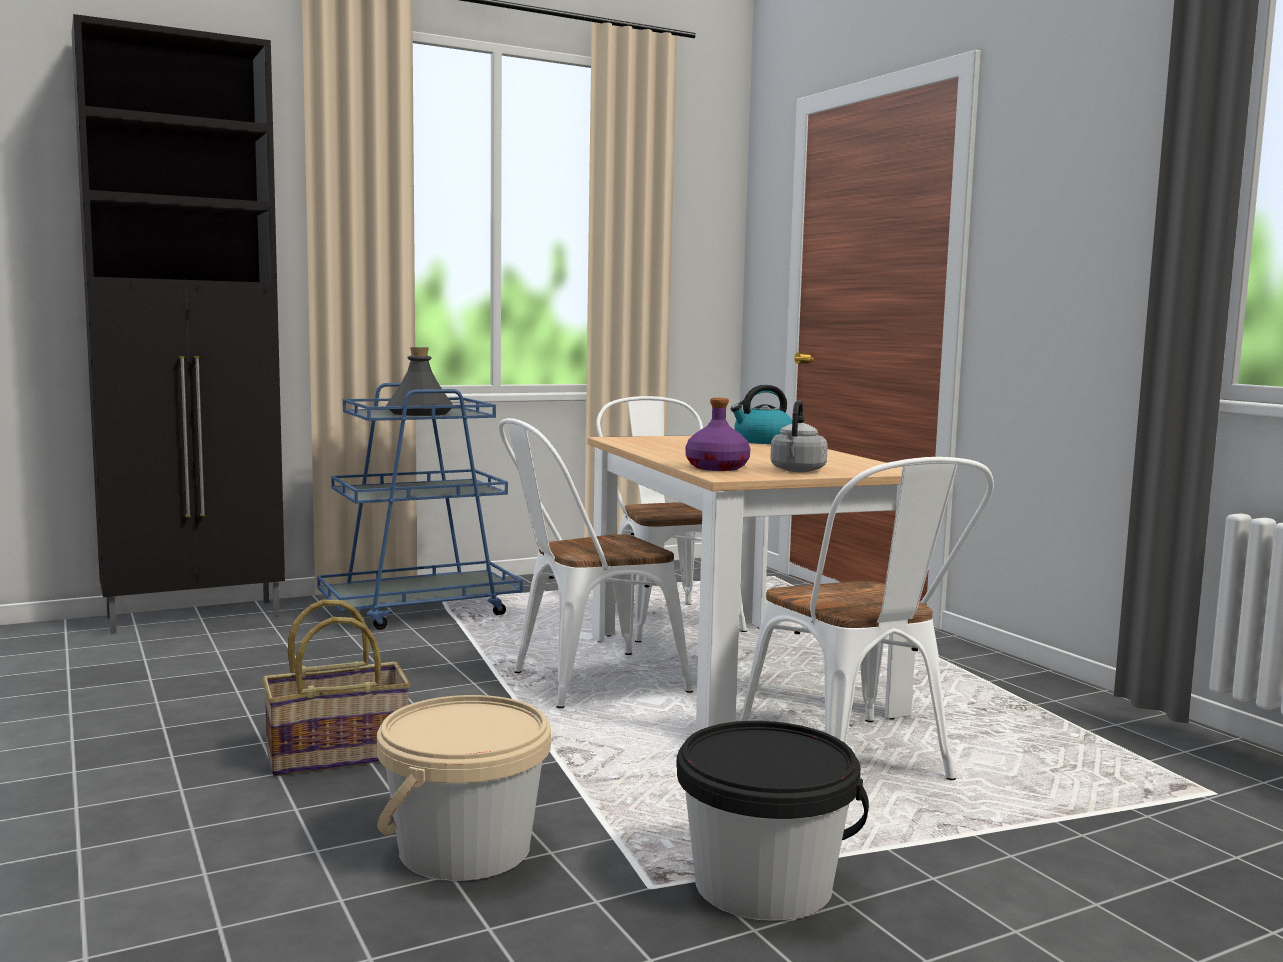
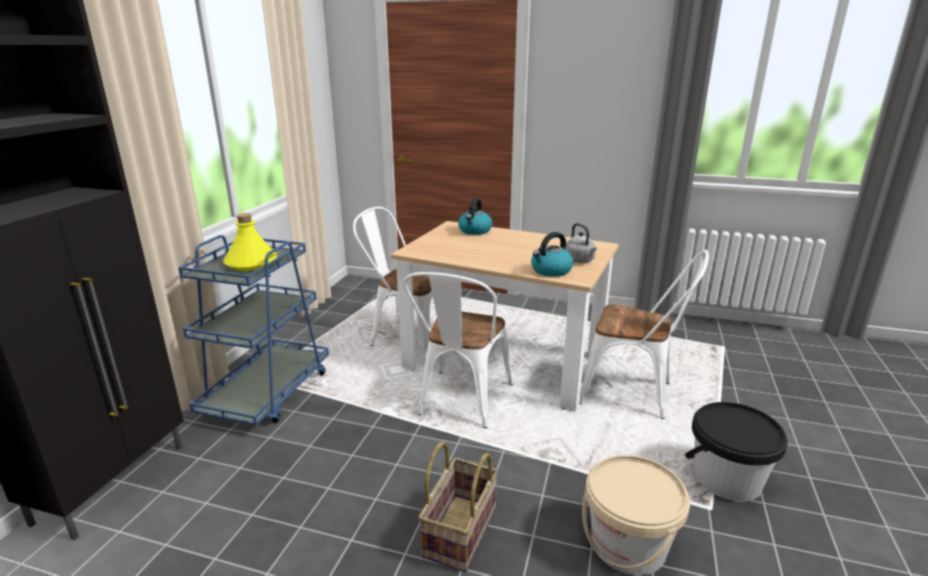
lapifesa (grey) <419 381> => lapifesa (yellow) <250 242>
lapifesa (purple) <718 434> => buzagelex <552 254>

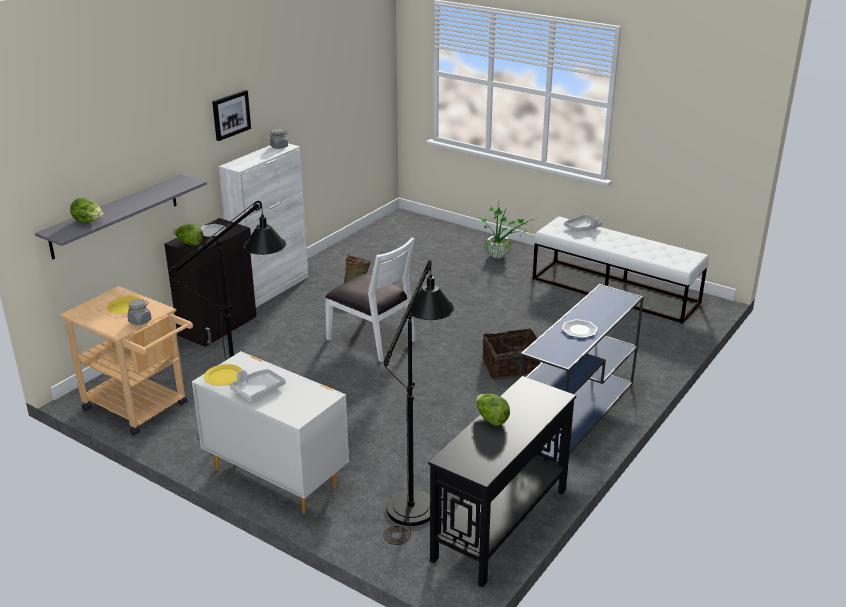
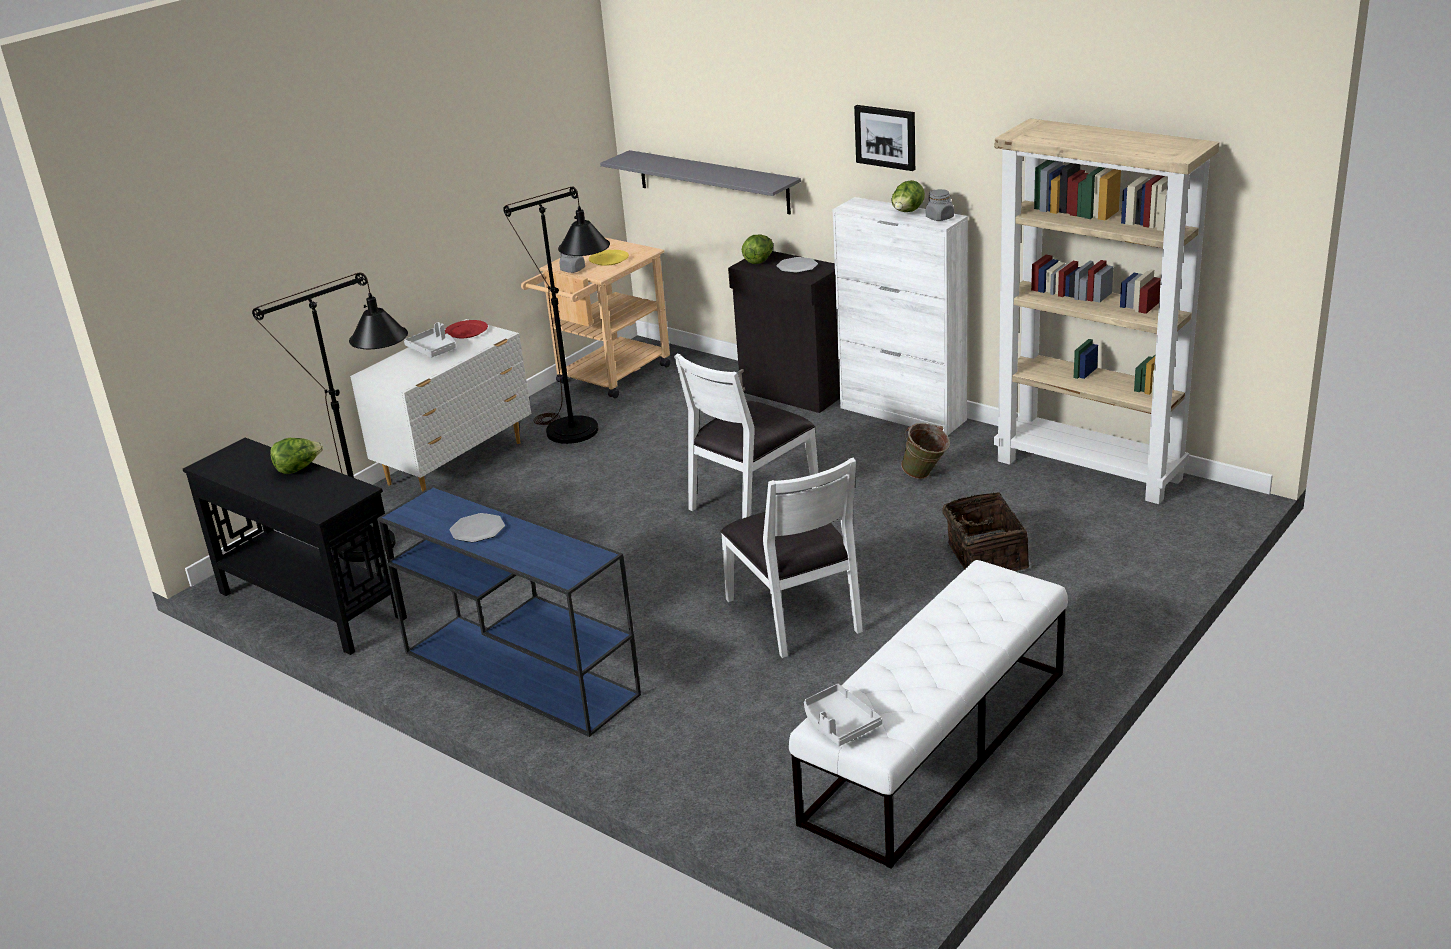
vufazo <87 210> => vufazo <908 196>, move
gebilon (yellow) <223 375> => gebilon (red) <466 329>
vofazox <509 229> => nothing
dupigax <511 353> => dupigax <985 531>, move
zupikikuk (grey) <583 223> => zupikikuk (grey) <843 715>, move
nothing => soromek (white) <792 558>
nothing => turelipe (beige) <1106 311>

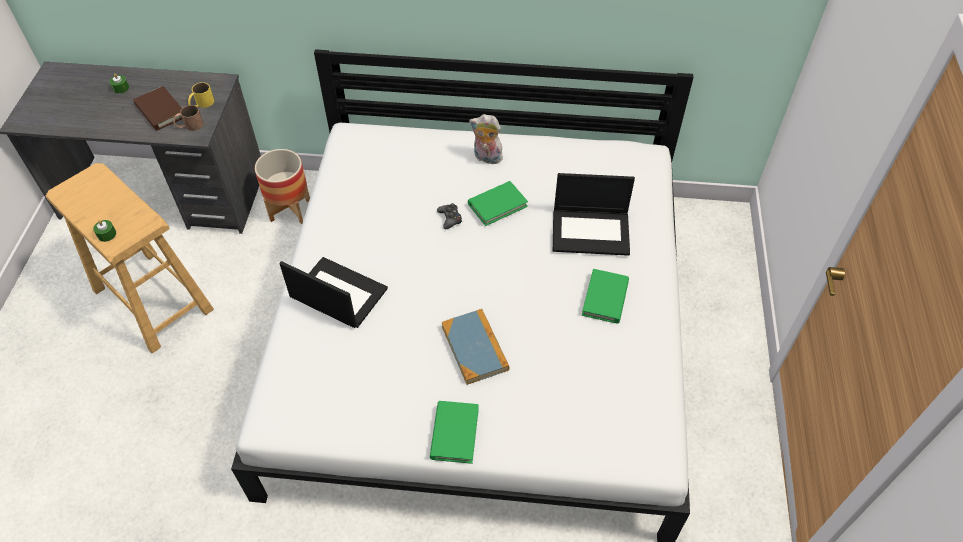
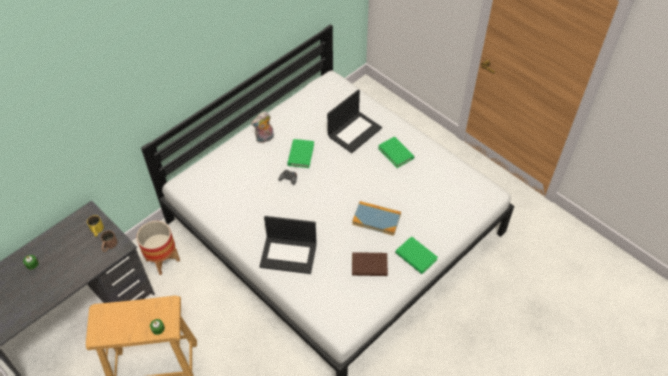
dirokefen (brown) <157 108> => dirokefen (brown) <370 264>, move
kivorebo <333 292> => kivorebo <288 245>, 150 degrees counterclockwise

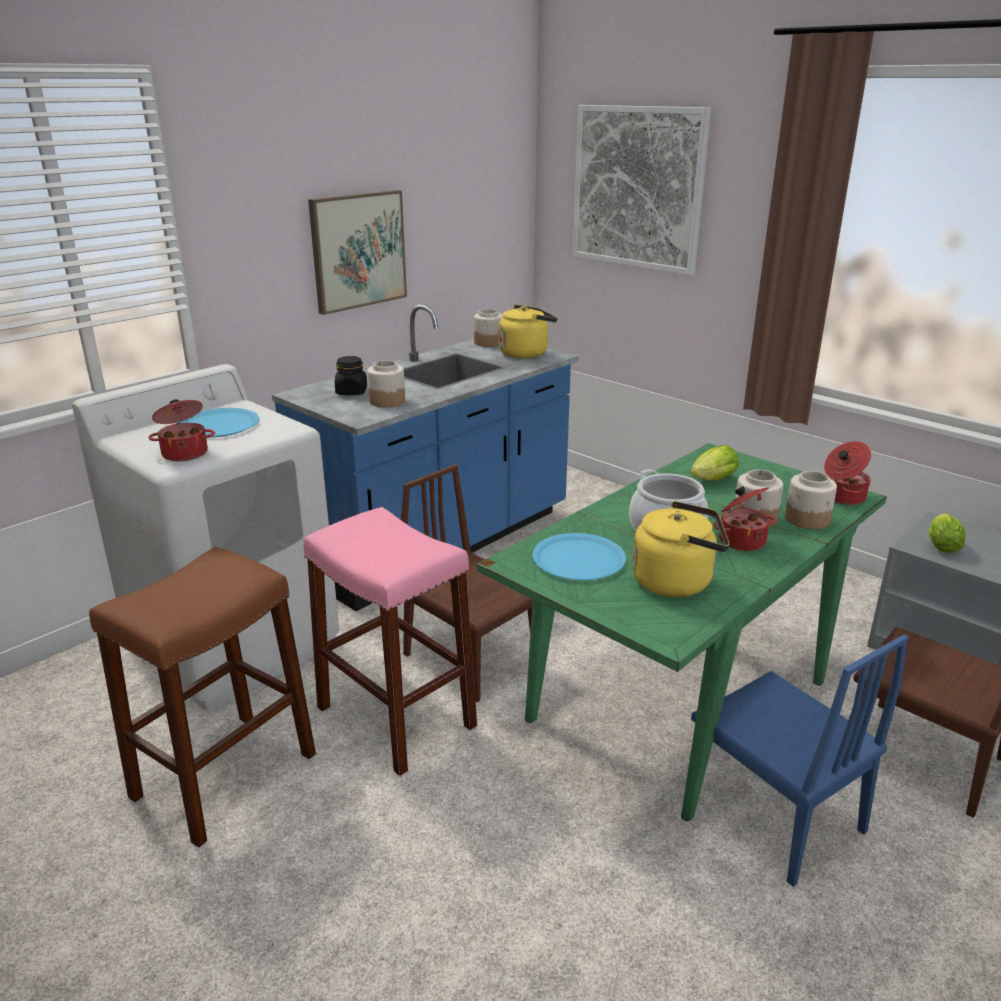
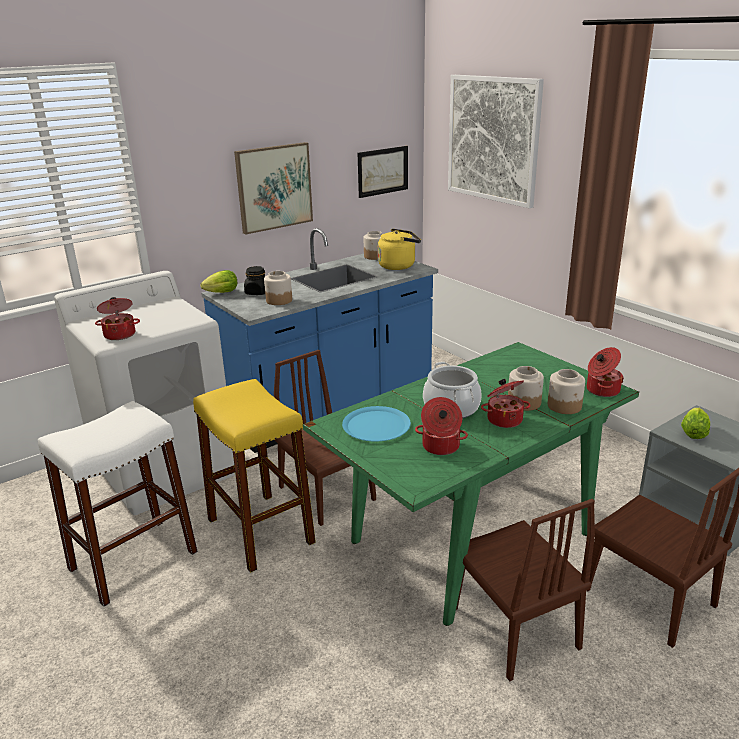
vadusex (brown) <202 697> => vadusex (white) <118 504>
gebilon (blue) <219 423> => nothing
vadusex (pink) <390 641> => vadusex (yellow) <254 476>
buzagelex (yellow) <680 549> => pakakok <441 426>
vufazo <715 462> => vufazo <219 281>, move
soromek (blue) <800 760> => soromek (brown) <525 590>
nothing => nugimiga <383 172>

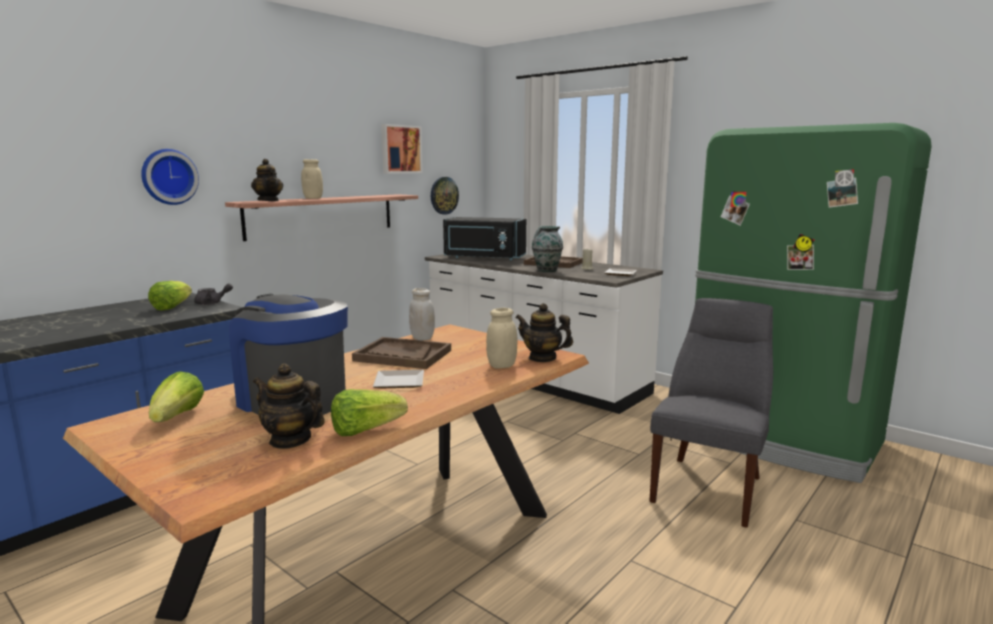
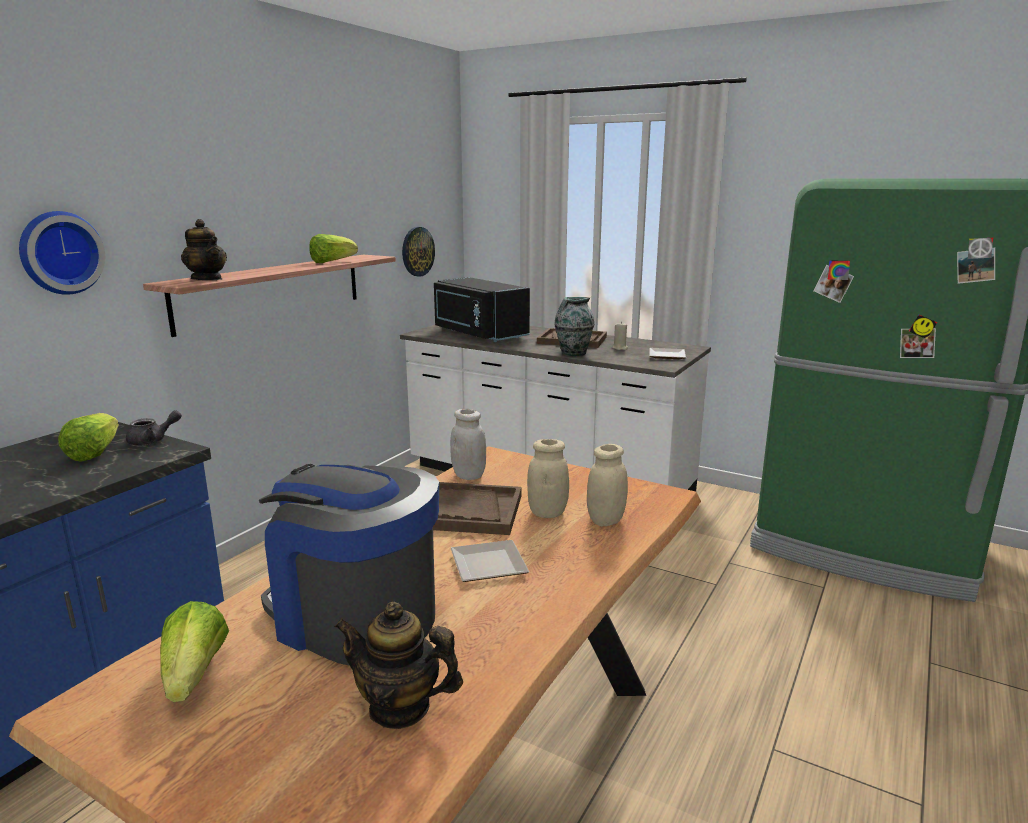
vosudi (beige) <312 179> => vosudi (beige) <548 478>, move
vufazo <369 412> => vufazo <333 248>, move
nugimiga <402 149> => nothing
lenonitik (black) <484 239> => lenonitik (black) <482 309>, 45 degrees clockwise
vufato <544 332> => nothing
soromek (grey) <711 413> => nothing

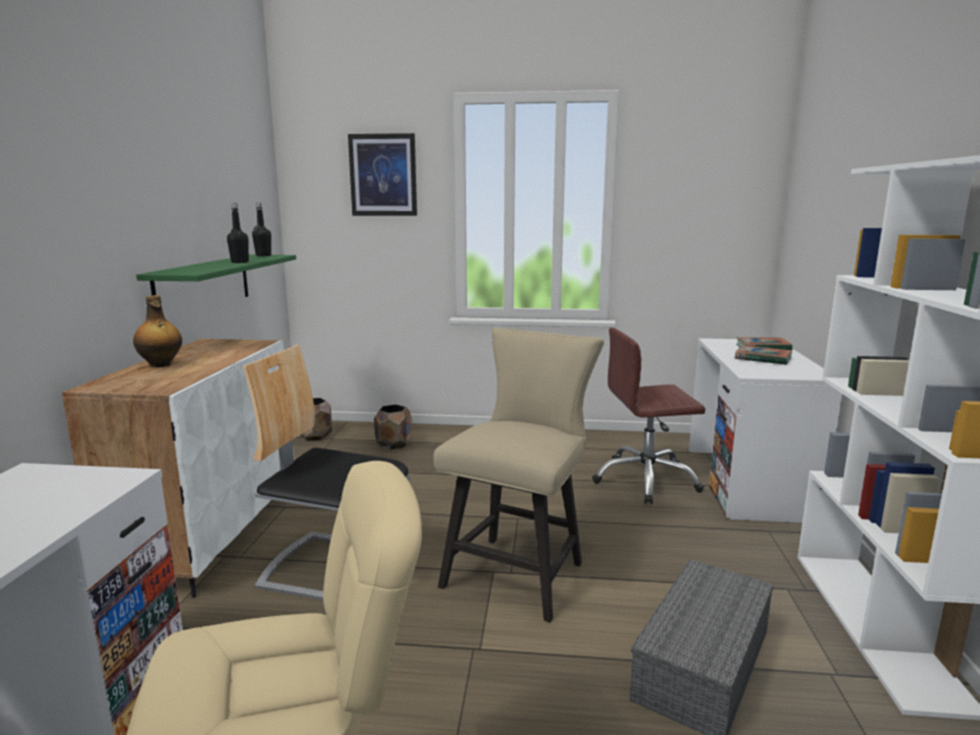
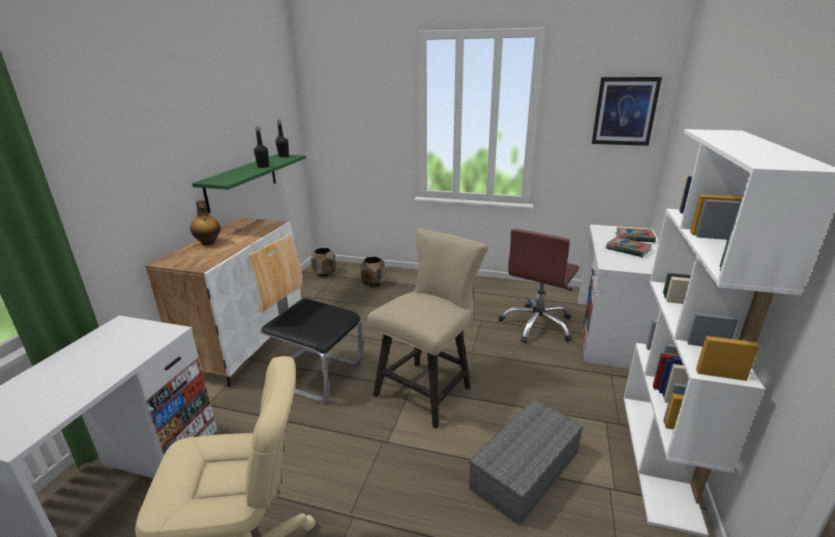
nugimiga <382 174> => nugimiga <627 111>, move
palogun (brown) <648 416> => palogun (brown) <538 286>, 60 degrees counterclockwise

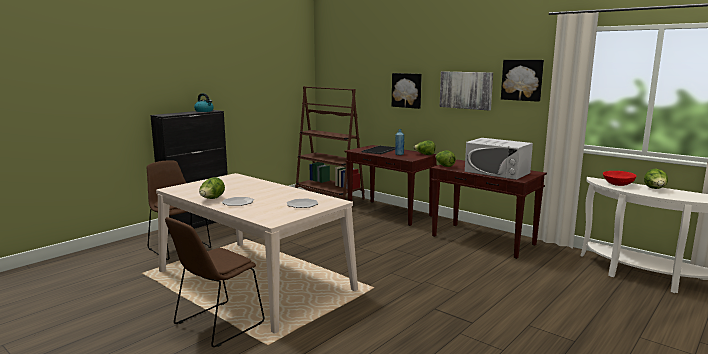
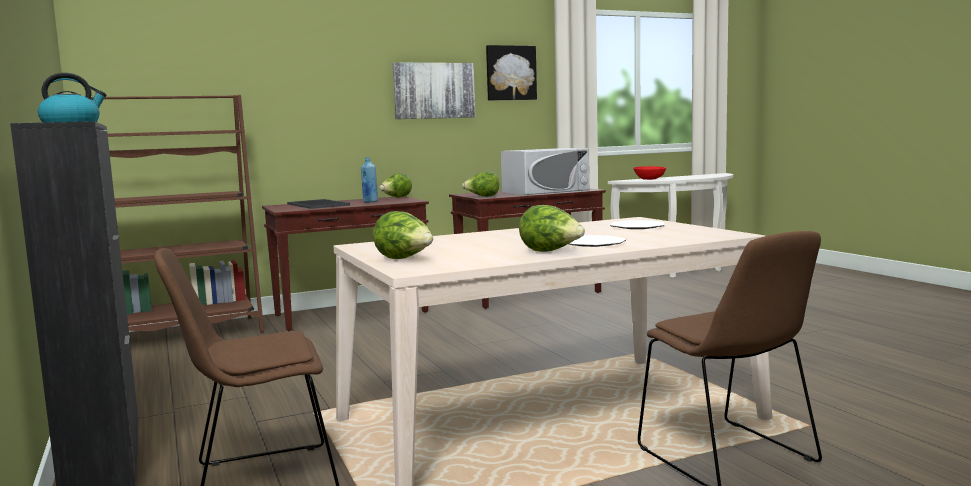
nugimiga <407 91> => nothing
vufazo <656 179> => vufazo <403 235>, move

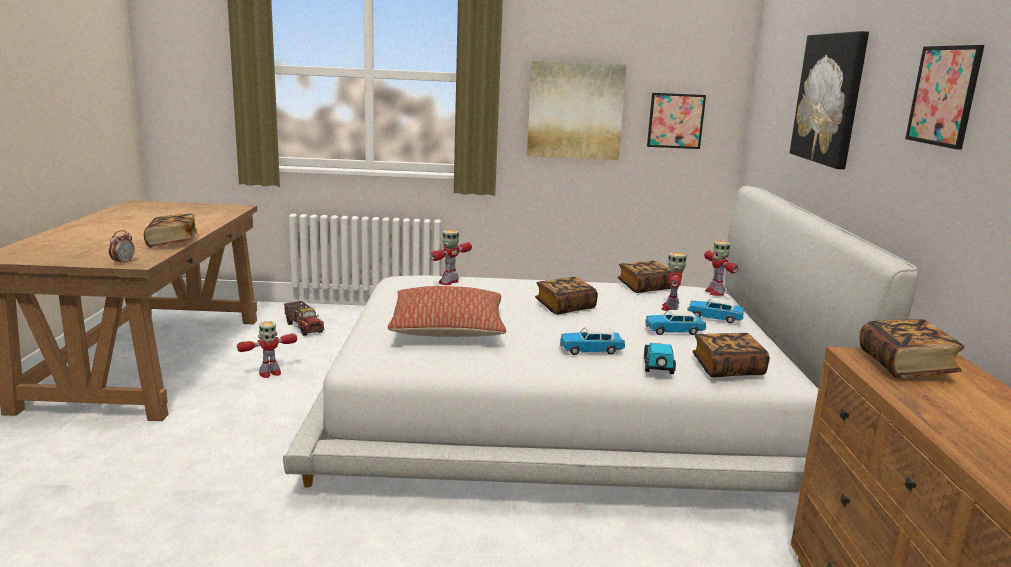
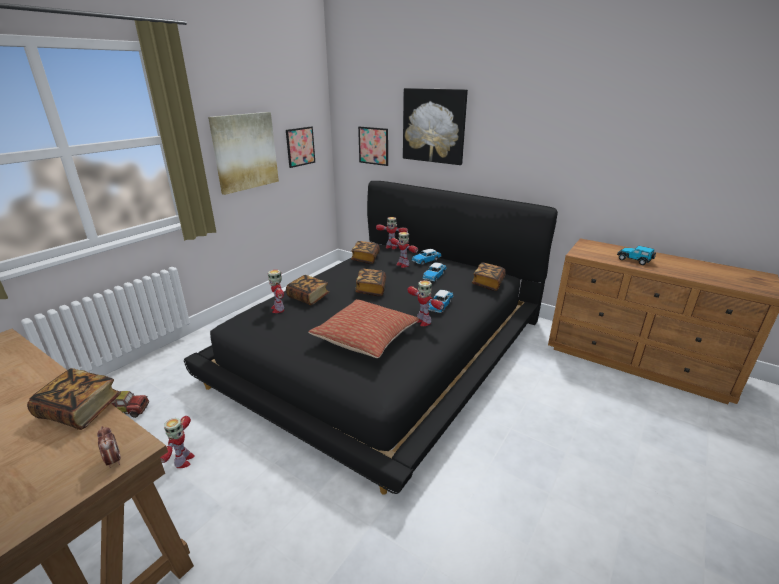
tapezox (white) <600 339> => tapezox (black) <371 338>
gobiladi <660 358> => gobiladi <636 255>, move
dirokefen <911 348> => dirokefen <307 290>, move
nugimiga <944 97> => nugimiga <373 146>, move
nothing => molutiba <425 303>

